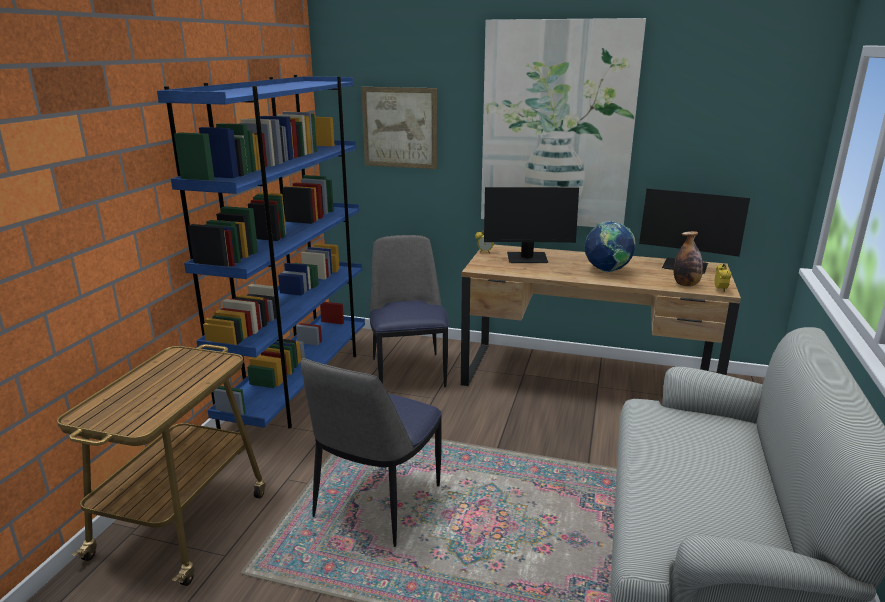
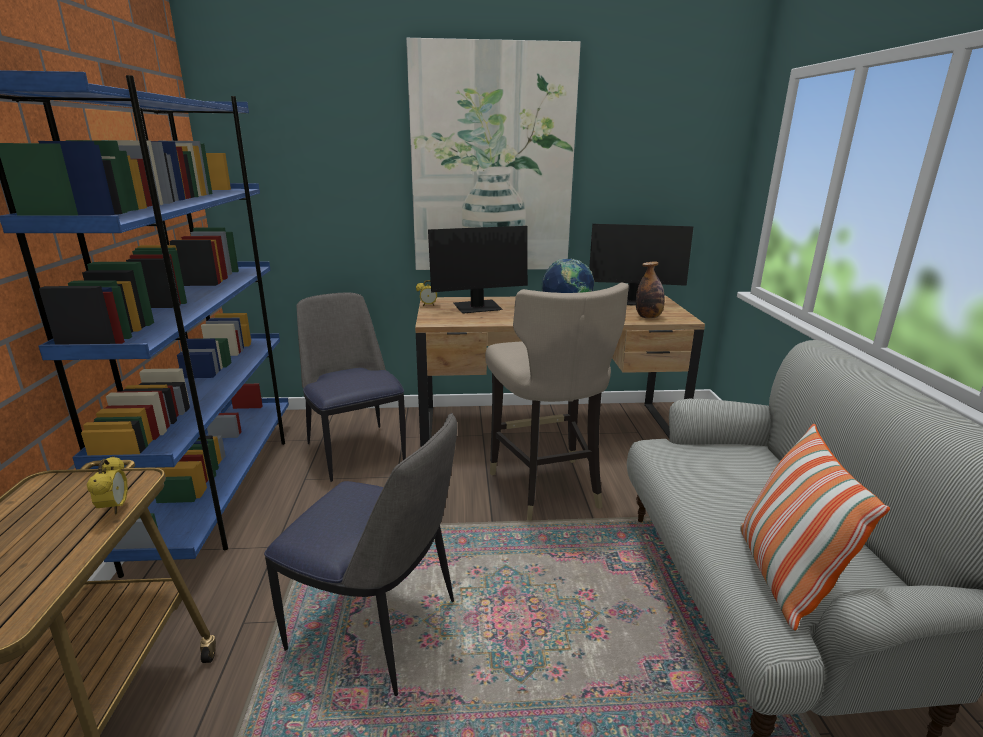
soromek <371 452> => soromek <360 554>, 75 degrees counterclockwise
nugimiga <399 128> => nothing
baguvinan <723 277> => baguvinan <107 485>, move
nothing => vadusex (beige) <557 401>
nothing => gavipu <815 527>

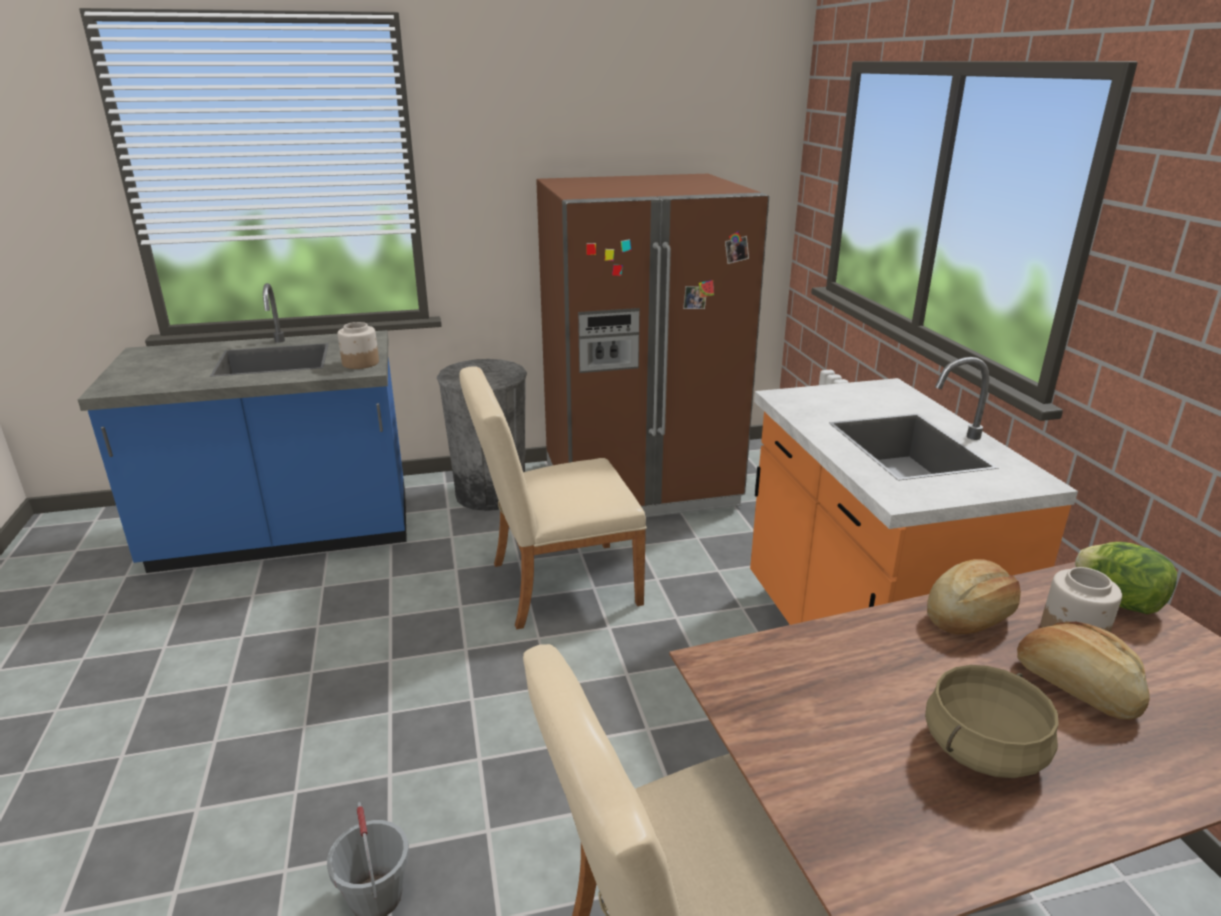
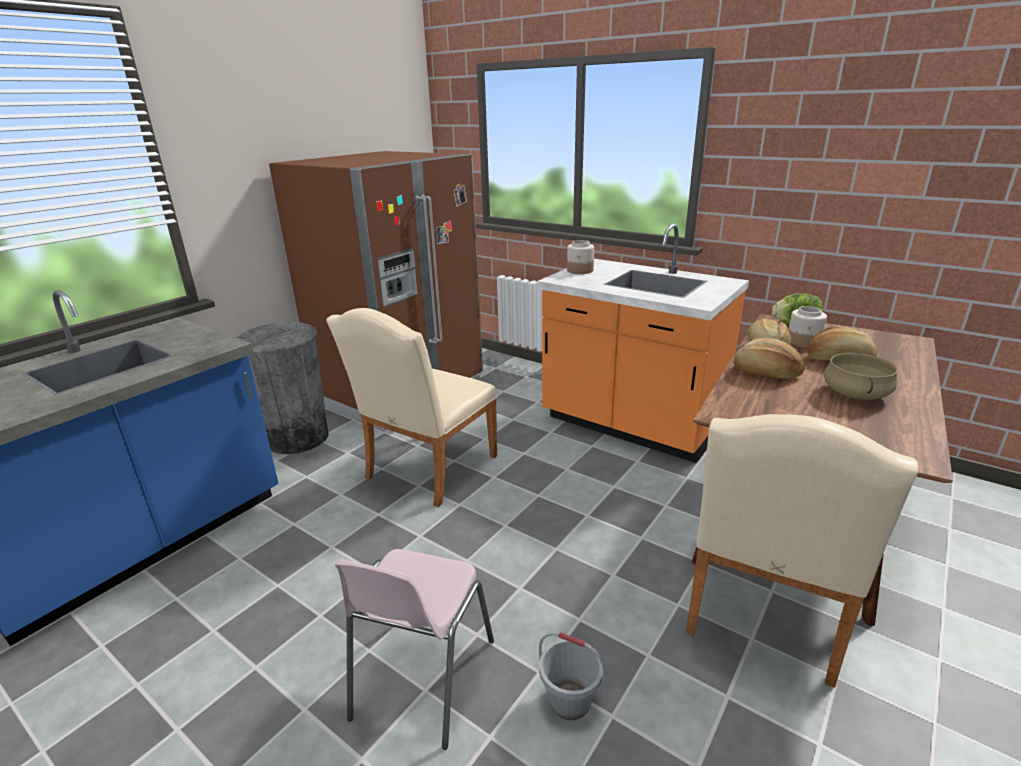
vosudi <358 345> => vosudi <580 257>, move
nothing => soromek (pink) <414 649>
nothing => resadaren <769 358>

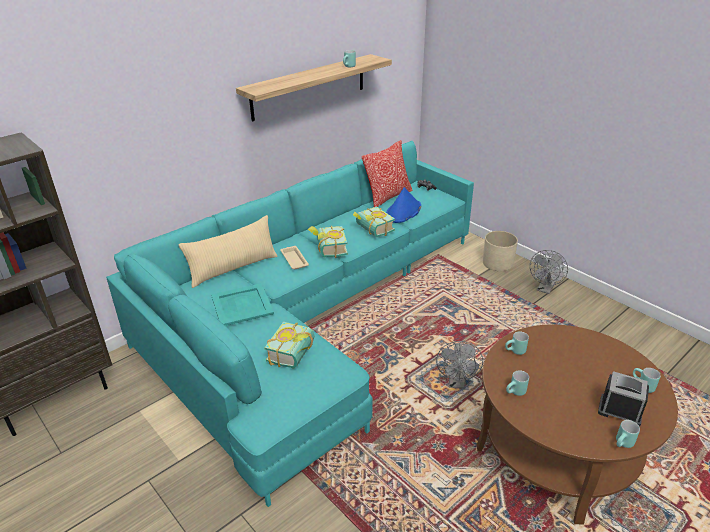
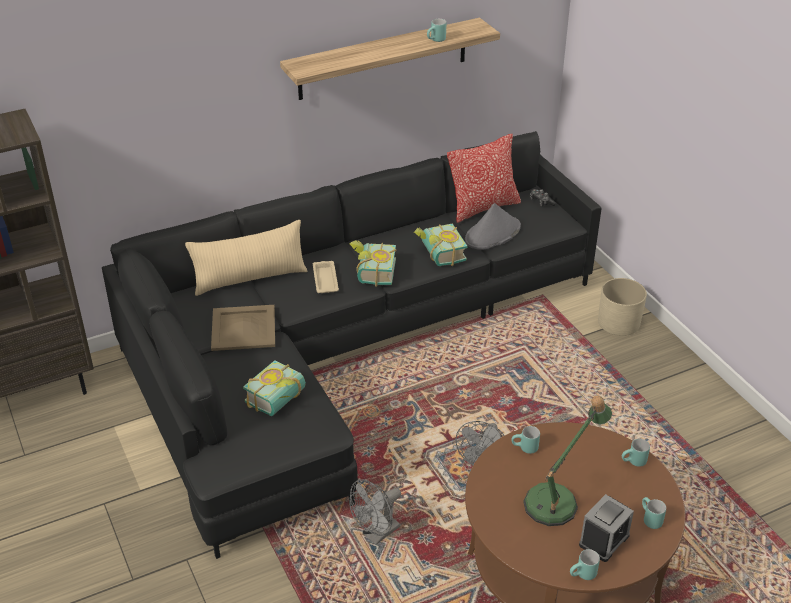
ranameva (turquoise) <290 324> => ranameva (black) <352 345>
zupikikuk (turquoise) <242 304> => zupikikuk (beige) <243 328>
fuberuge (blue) <403 205> => fuberuge (grey) <493 226>
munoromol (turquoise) <517 383> => munoromol (turquoise) <636 453>, move
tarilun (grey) <549 272> => tarilun (grey) <375 512>, move
baguvinan <623 398> => baguvinan <606 528>, 90 degrees clockwise
nothing => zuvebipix <567 460>

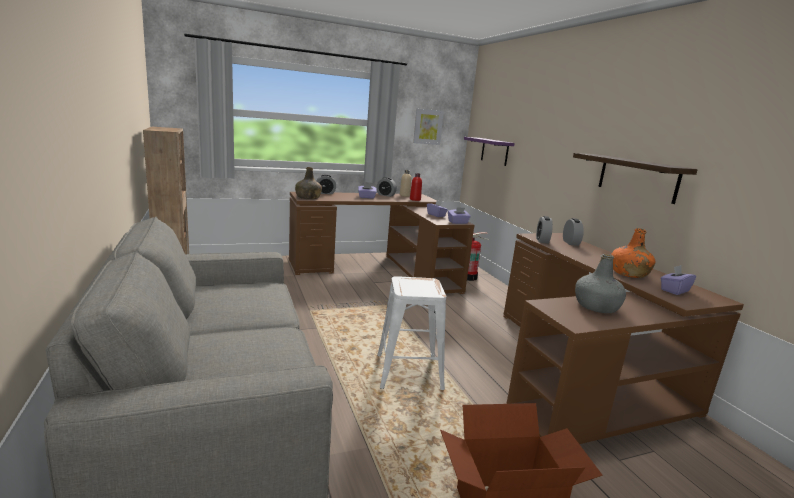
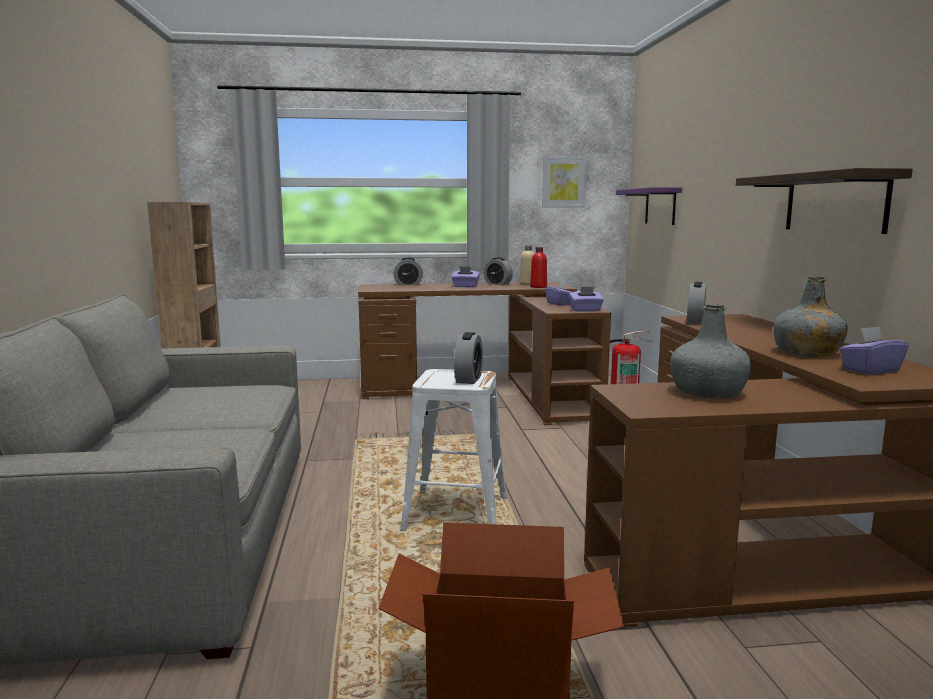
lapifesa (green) <308 183> => nothing
baguvinan <573 232> => baguvinan <468 358>, move
lapifesa (orange) <633 253> => lapifesa (grey) <811 316>

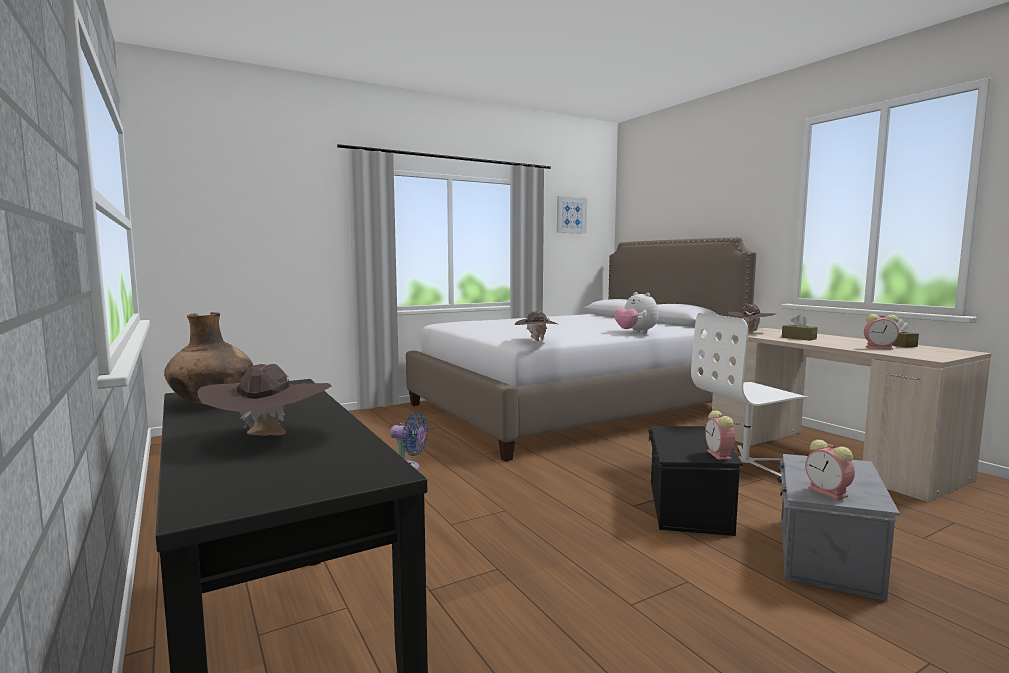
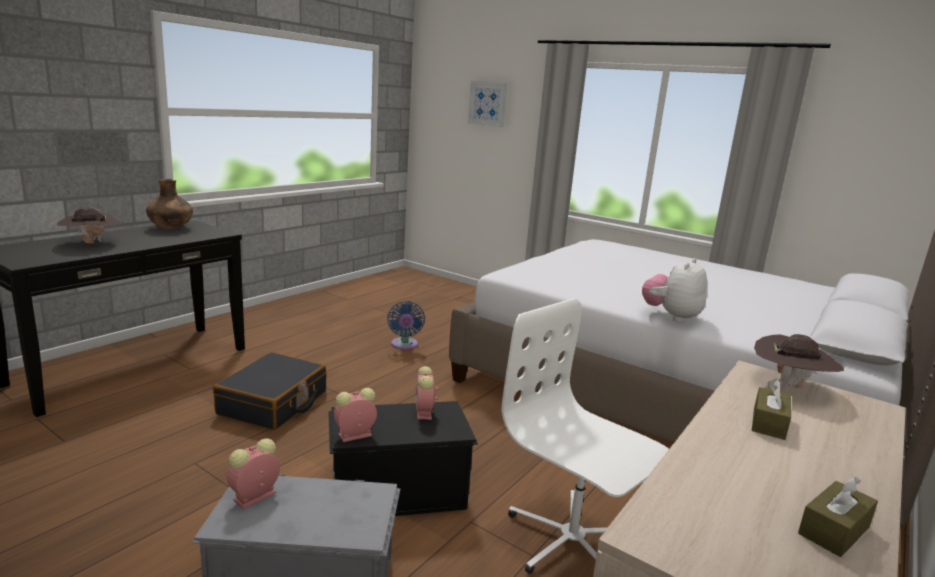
fuberuge (brown) <536 326> => nothing
nugimiga <572 215> => nugimiga <487 104>, move
baguvinan <881 332> => baguvinan <427 393>, move
nothing => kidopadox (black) <269 391>

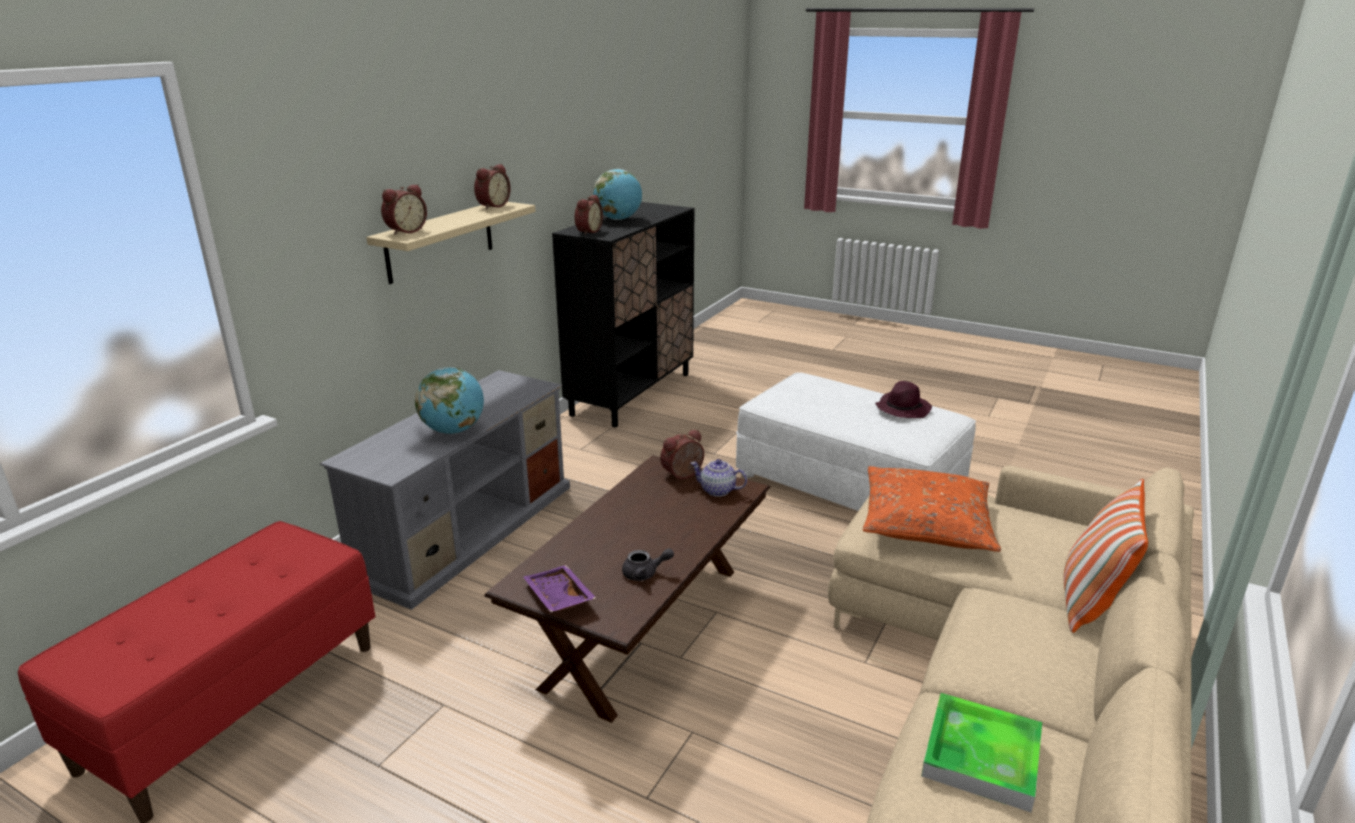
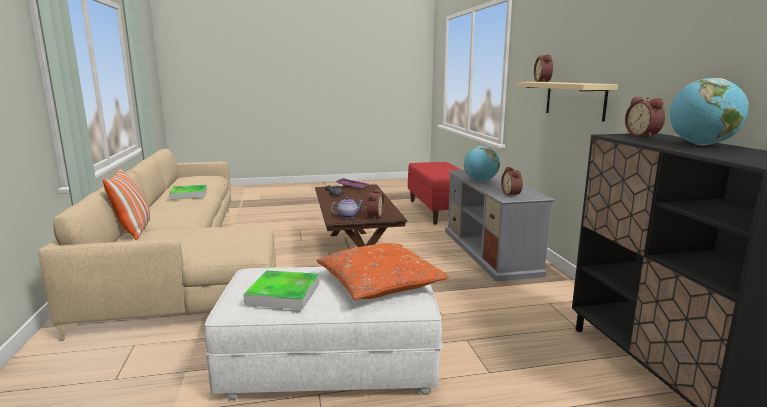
baguvinan <492 186> => baguvinan <512 182>, move
gavipu (orange) <932 509> => gavipu (orange) <383 271>, move
fuberuge (purple) <903 399> => zupikikuk <281 290>

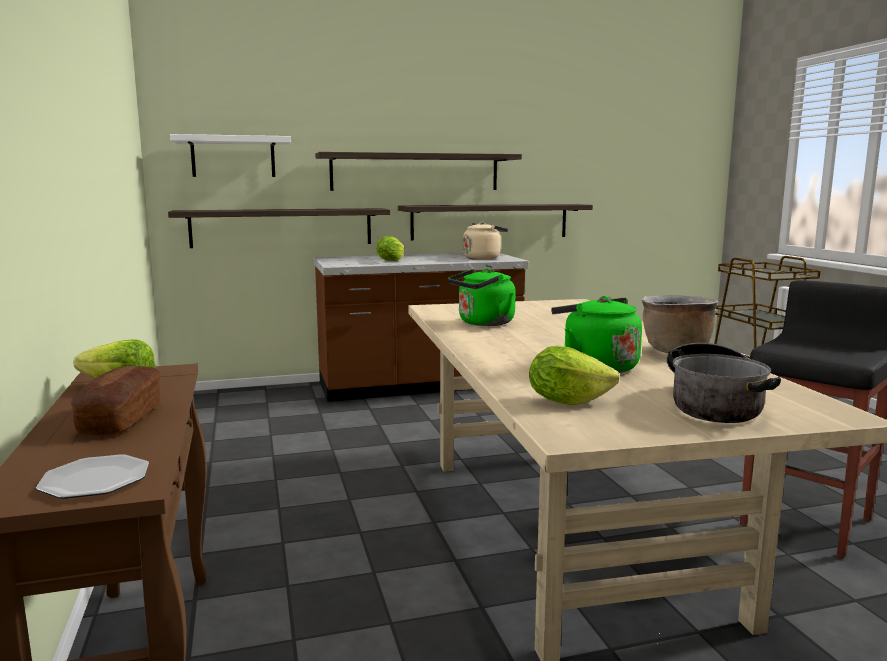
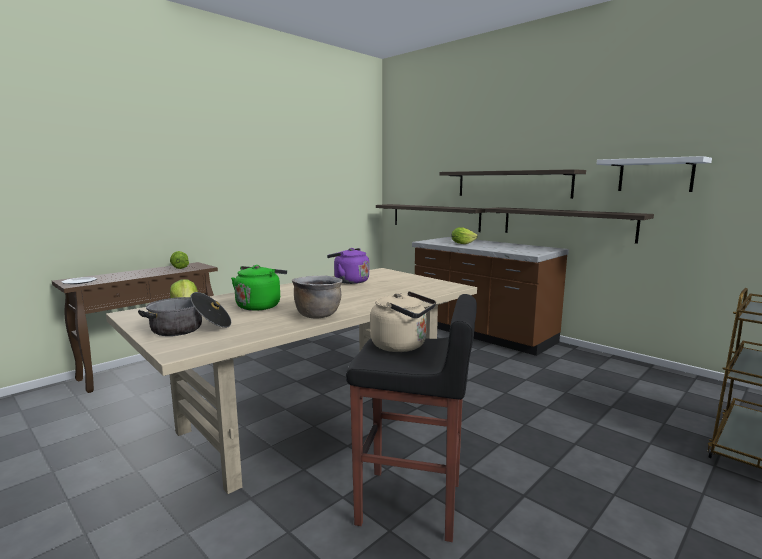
resadaren <116 400> => nothing
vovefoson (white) <230 155> => vovefoson (white) <654 174>, move
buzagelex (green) <482 297> => buzagelex (purple) <348 266>
buzagelex (beige) <485 241> => buzagelex (beige) <403 321>, move

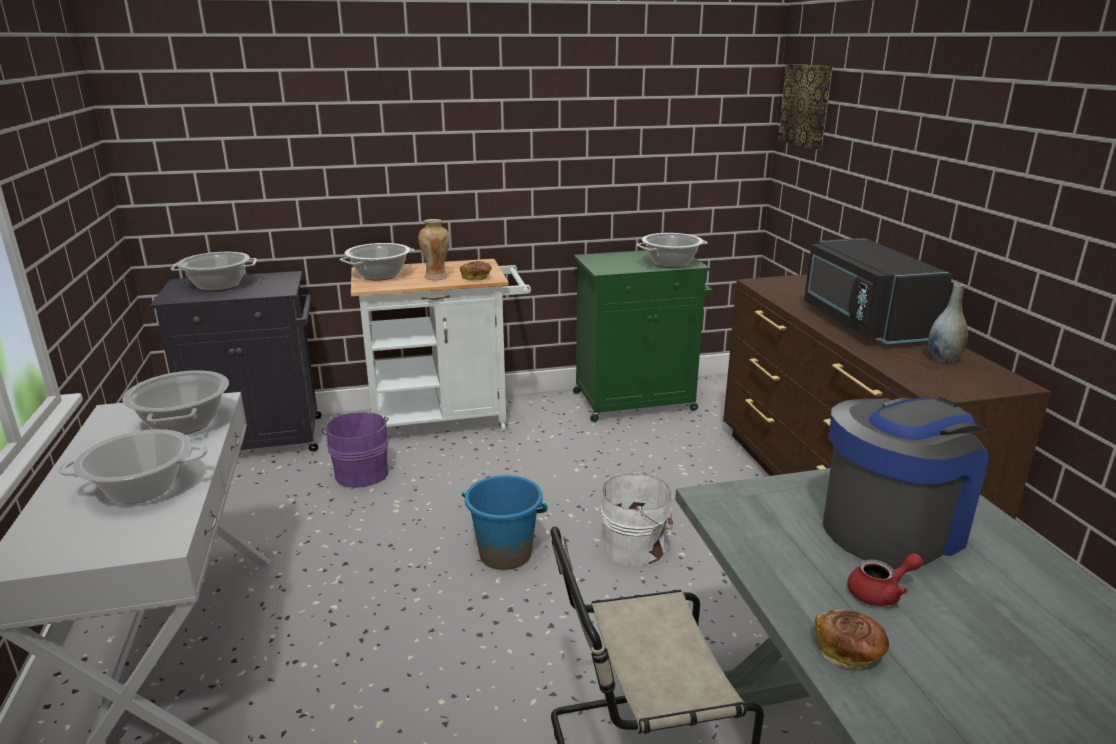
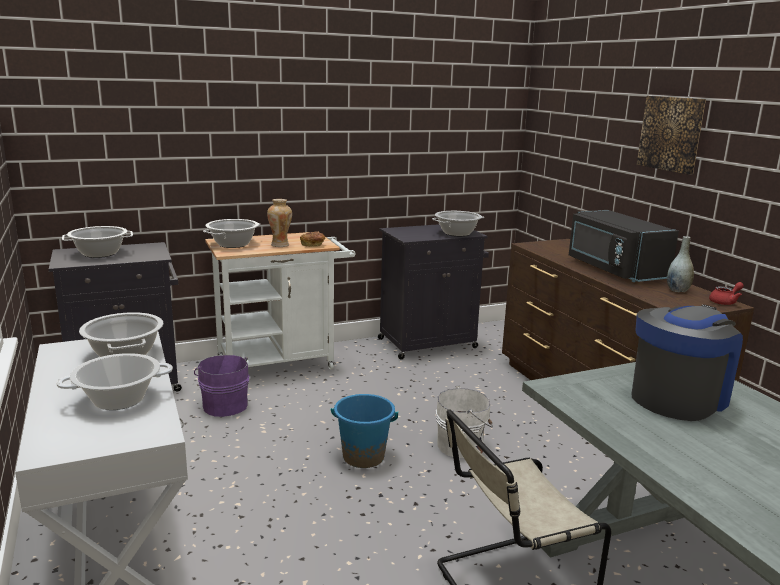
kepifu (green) <642 336> => kepifu (black) <433 291>
nugimiga <805 107> => nugimiga <671 135>, move
resadaren <852 639> => nothing
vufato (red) <885 579> => vufato (red) <726 293>, move

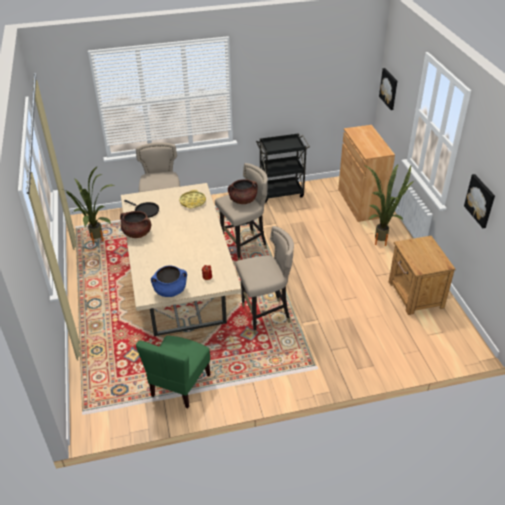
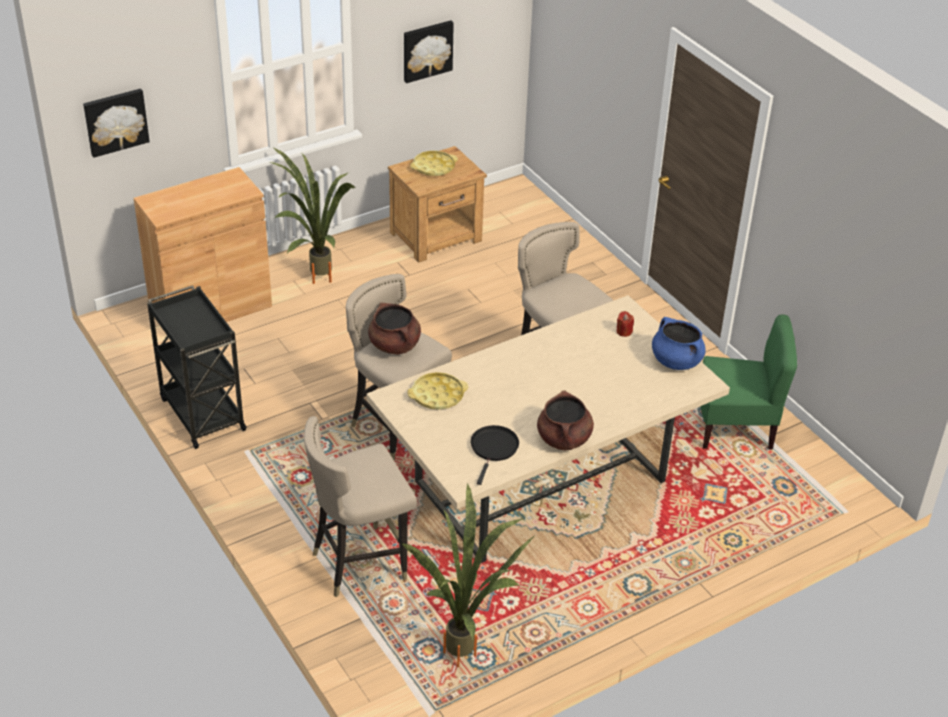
nothing => zupikikuk (yellow) <434 163>

